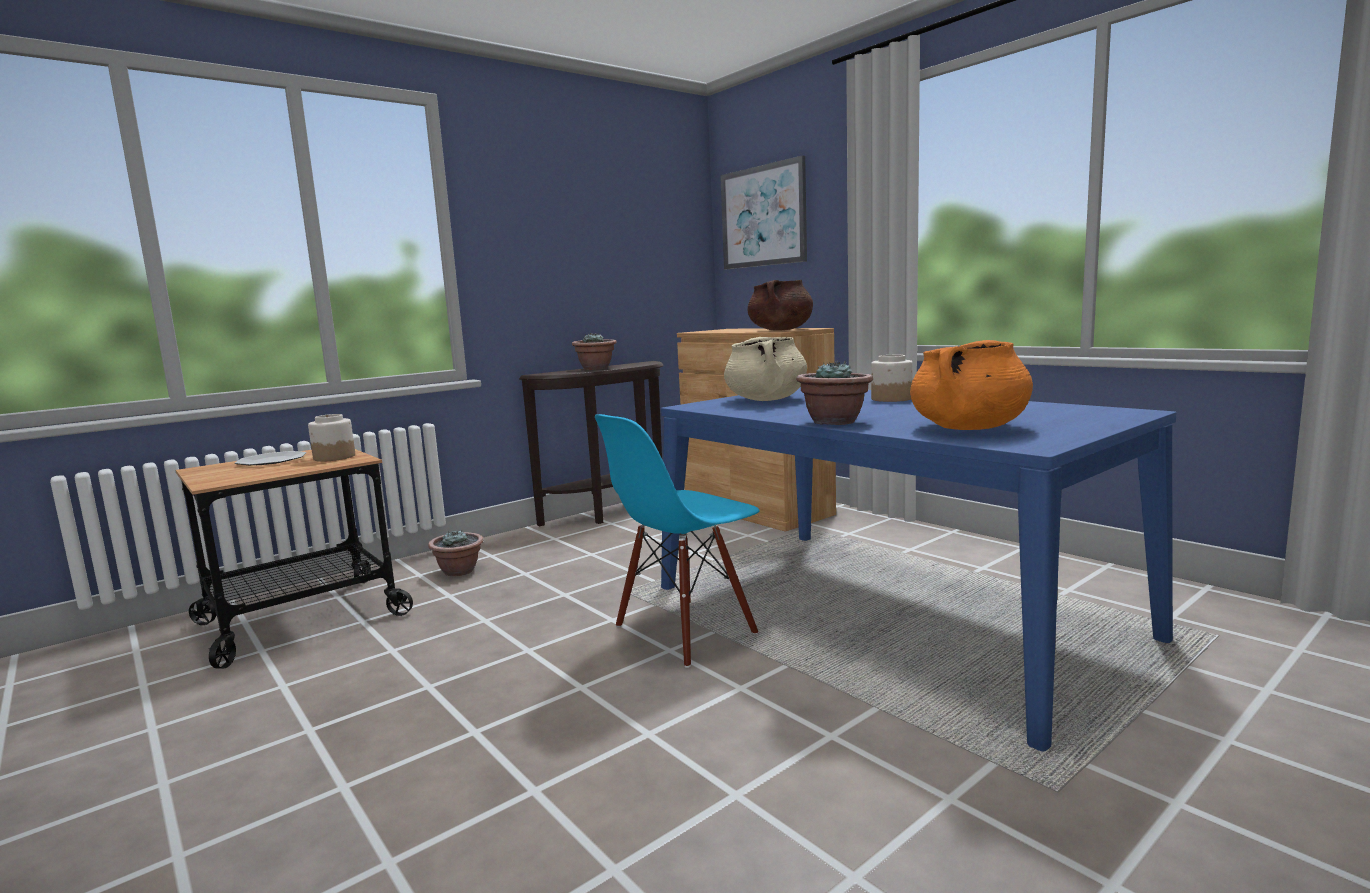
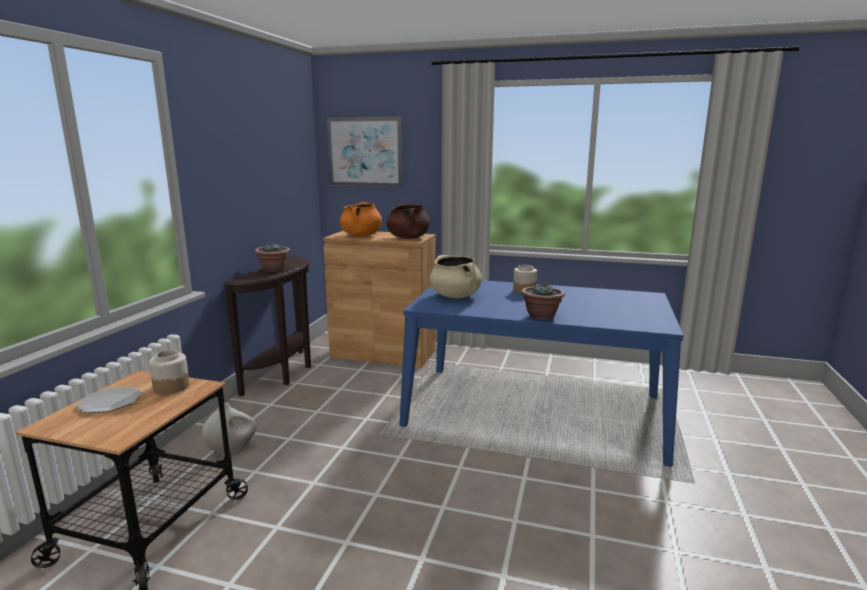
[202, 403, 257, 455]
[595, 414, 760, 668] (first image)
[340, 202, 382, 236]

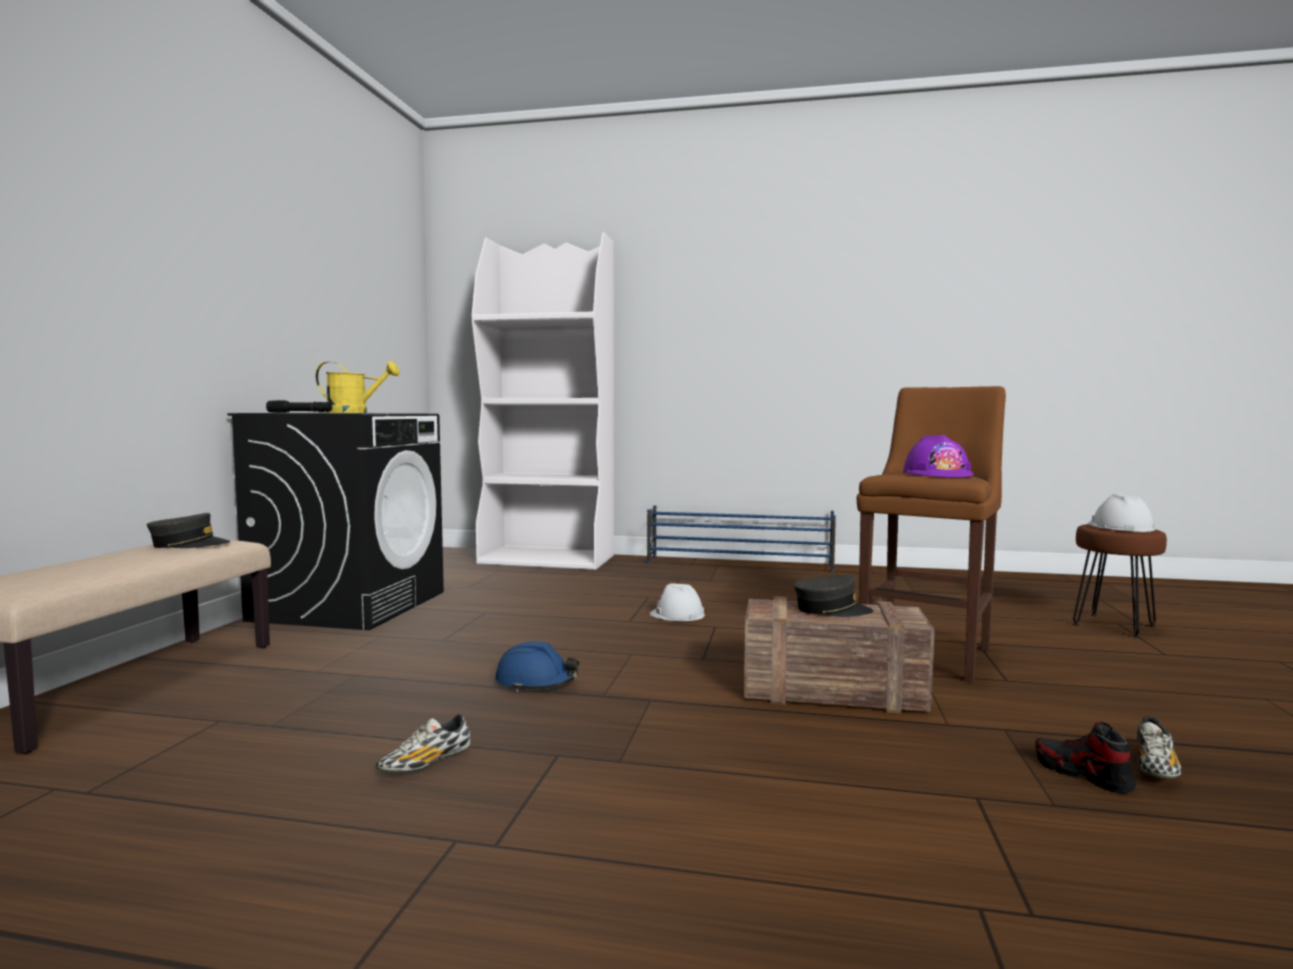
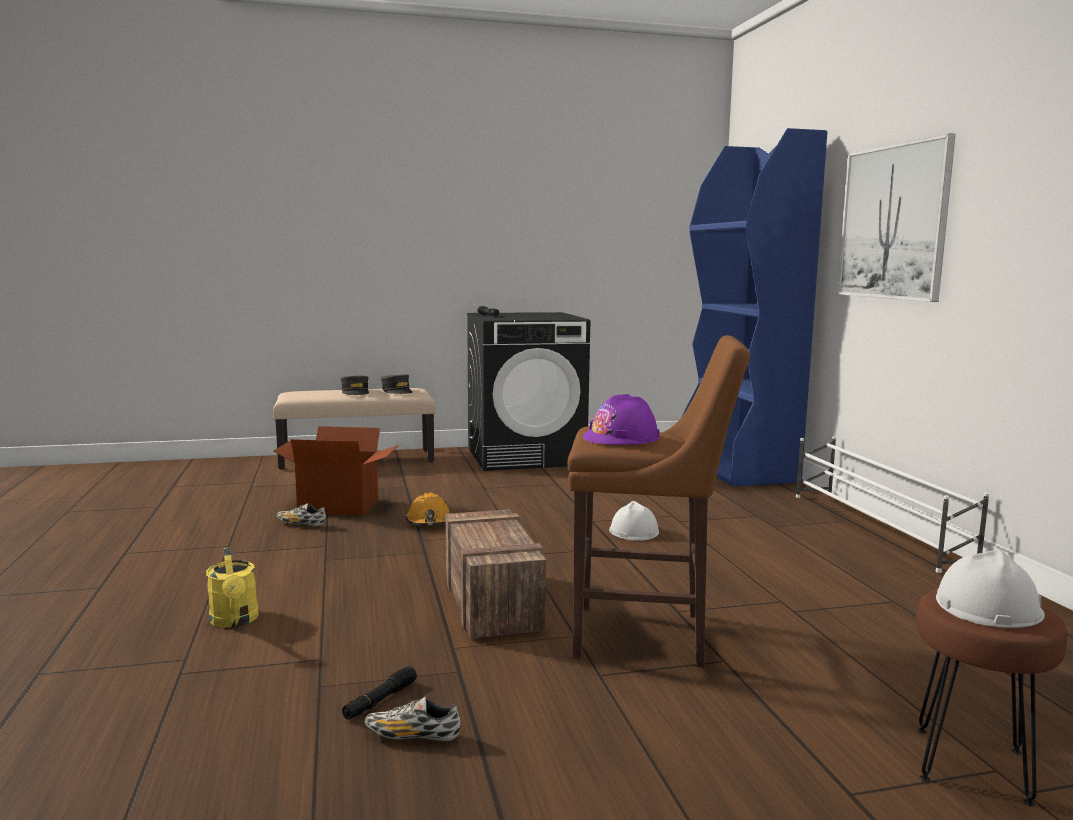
[206, 547, 259, 628]
[682, 128, 827, 487]
[405, 493, 451, 525]
[796, 437, 989, 573]
[341, 376, 369, 395]
[342, 666, 417, 720]
[273, 426, 399, 515]
[837, 133, 956, 302]

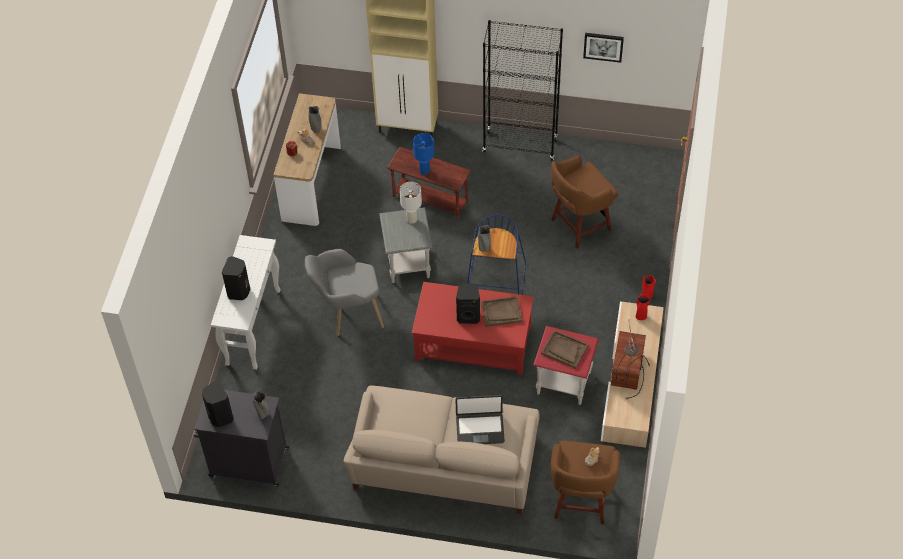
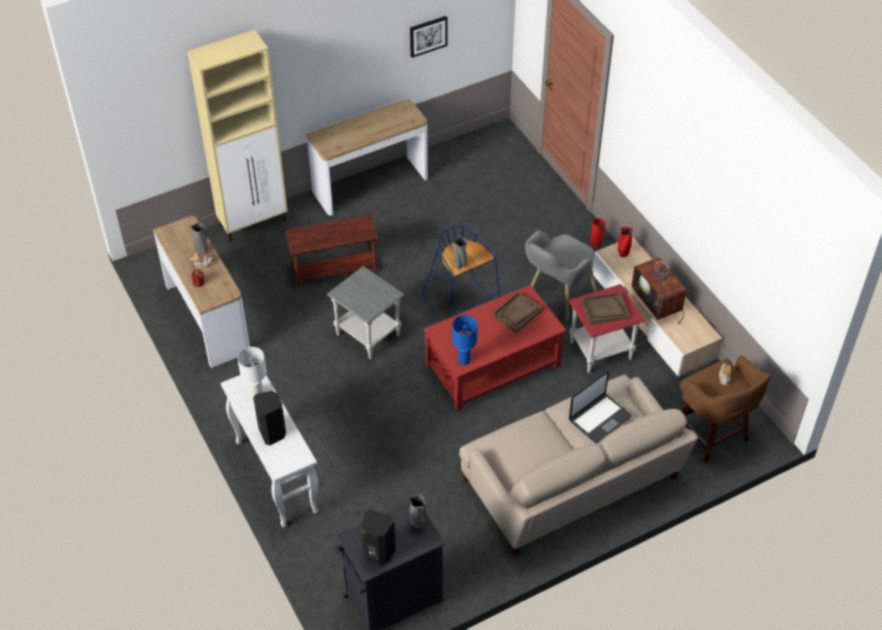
[525, 230, 597, 321]
[237, 347, 267, 397]
[452, 315, 478, 365]
[456, 284, 480, 324] (first image)
[306, 98, 428, 216]
[551, 155, 618, 249] (first image)

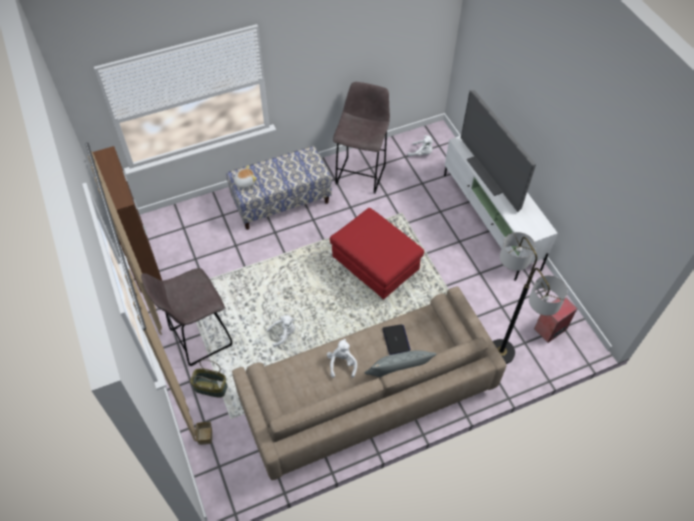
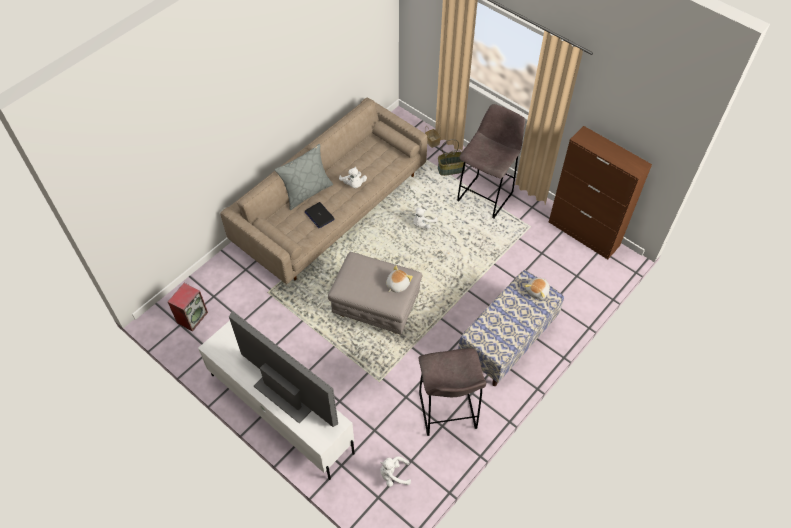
[328, 252, 422, 335]
[493, 232, 567, 364] (first image)
[386, 266, 413, 293]

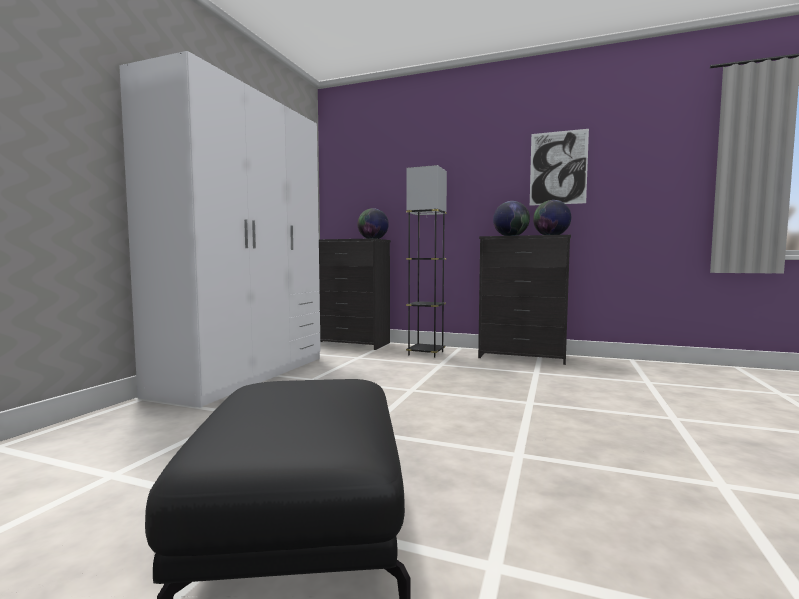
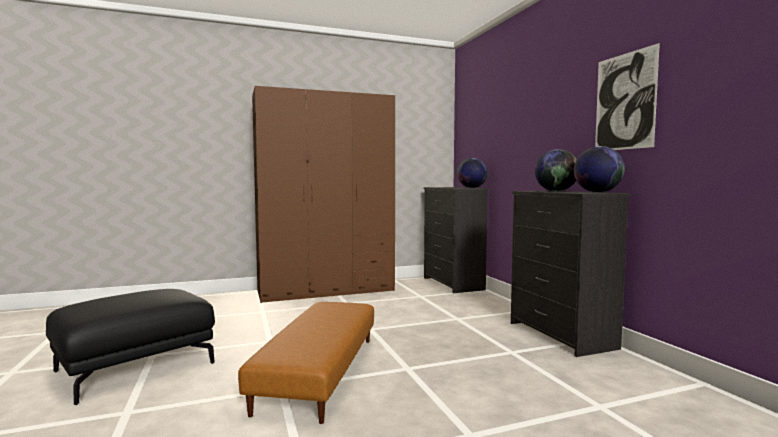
[252, 86, 395, 303]
[406, 165, 447, 358] (first image)
[238, 302, 374, 424]

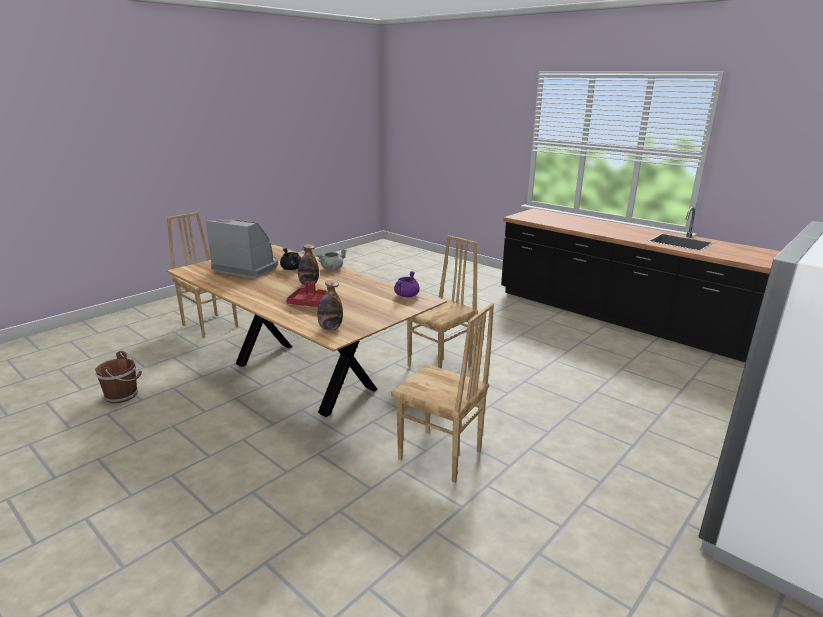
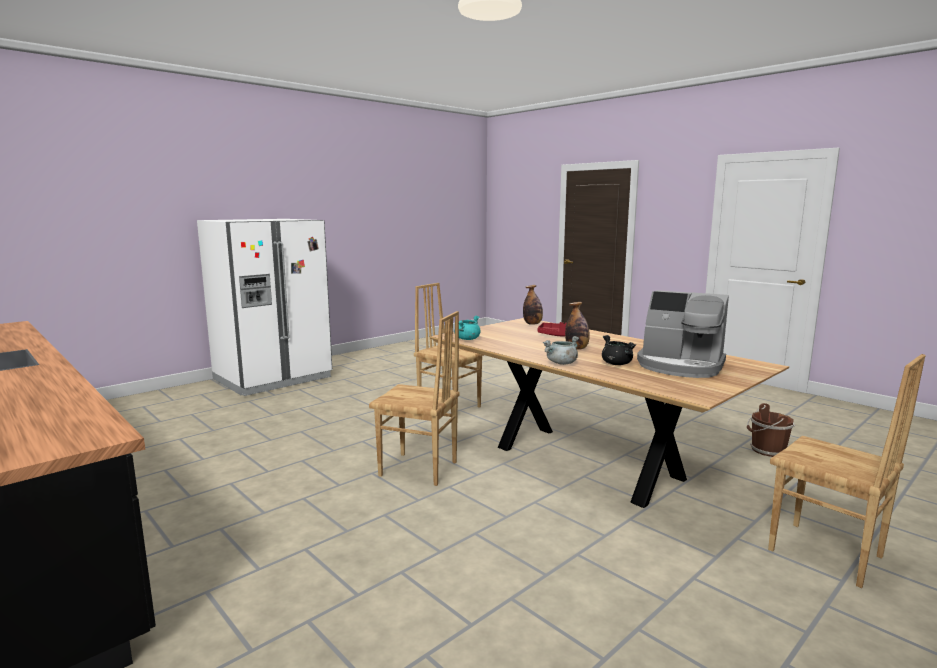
[459, 315, 481, 340]
[369, 311, 460, 486]

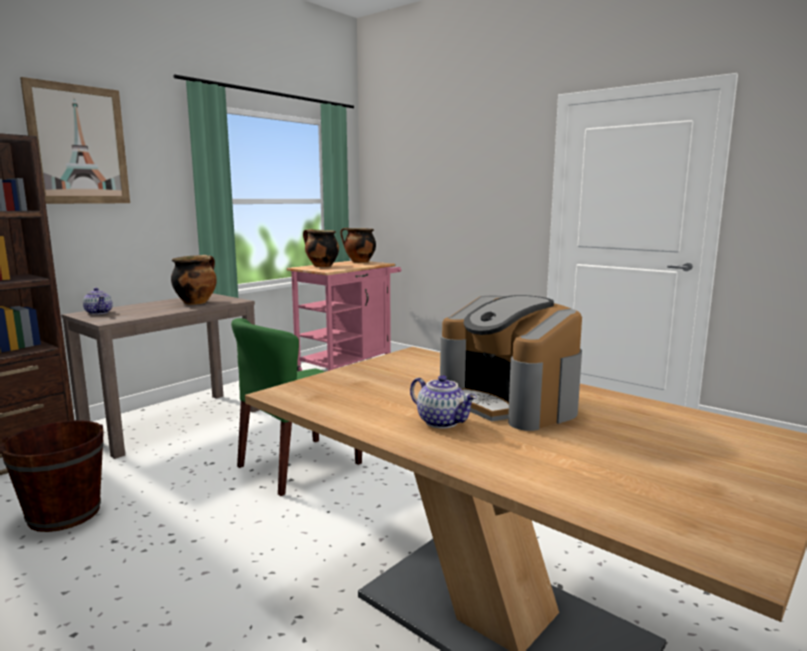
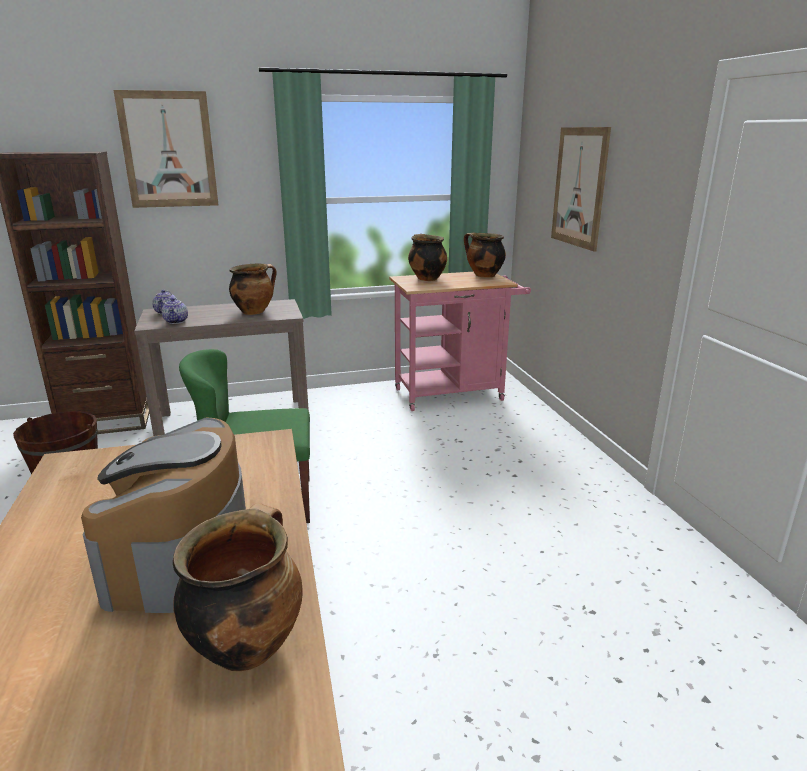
[162, 298, 188, 324]
[173, 503, 303, 671]
[551, 127, 611, 251]

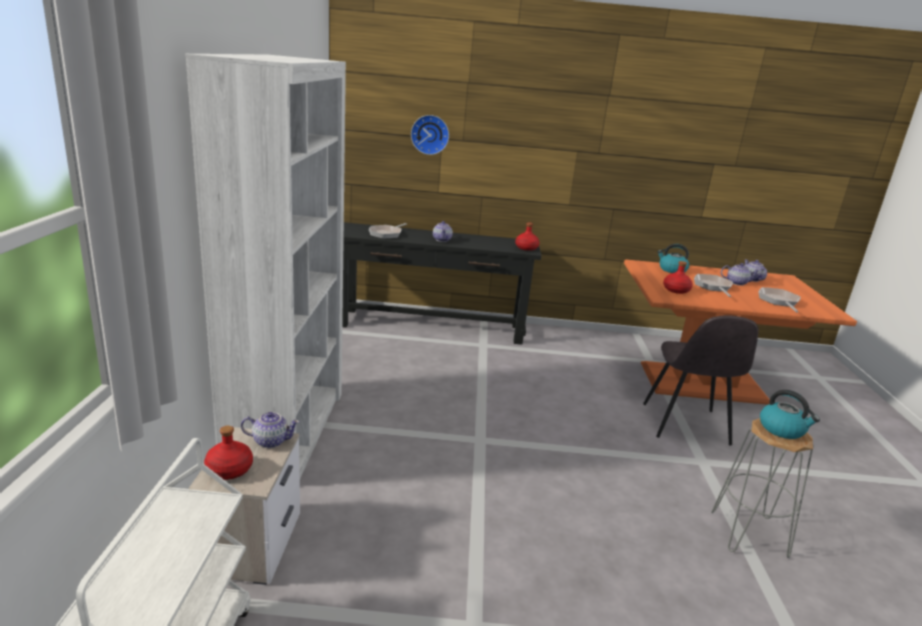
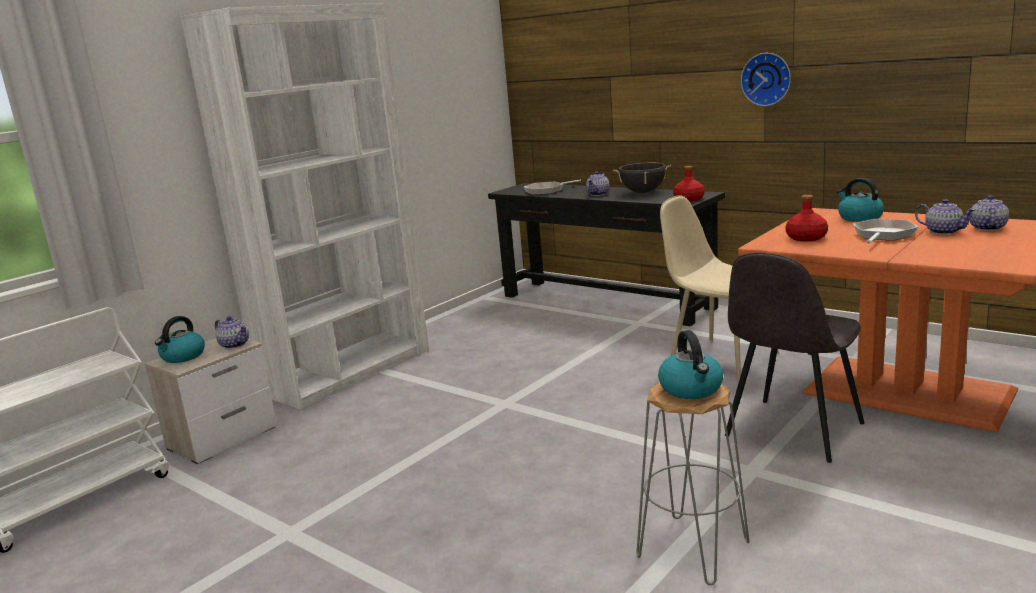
[155, 316, 205, 363]
[741, 53, 791, 106]
[759, 287, 800, 312] (first image)
[613, 163, 671, 193]
[660, 195, 779, 382]

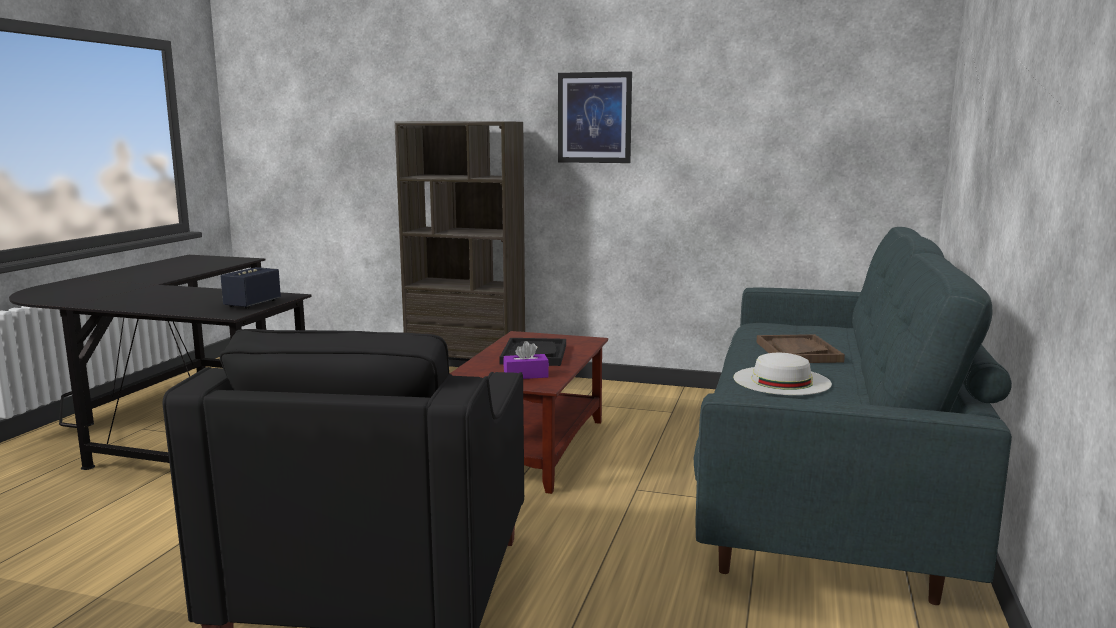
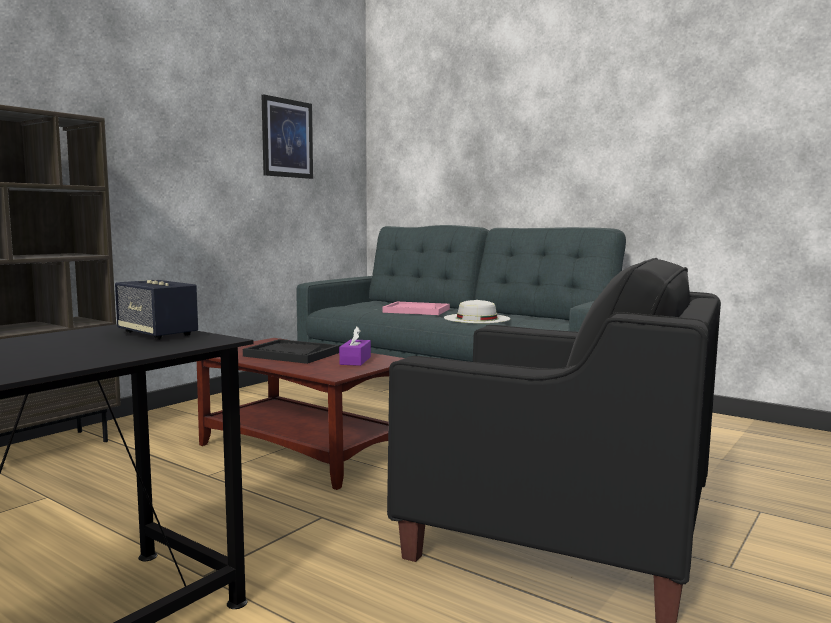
[261, 94, 313, 179]
[383, 302, 450, 315]

